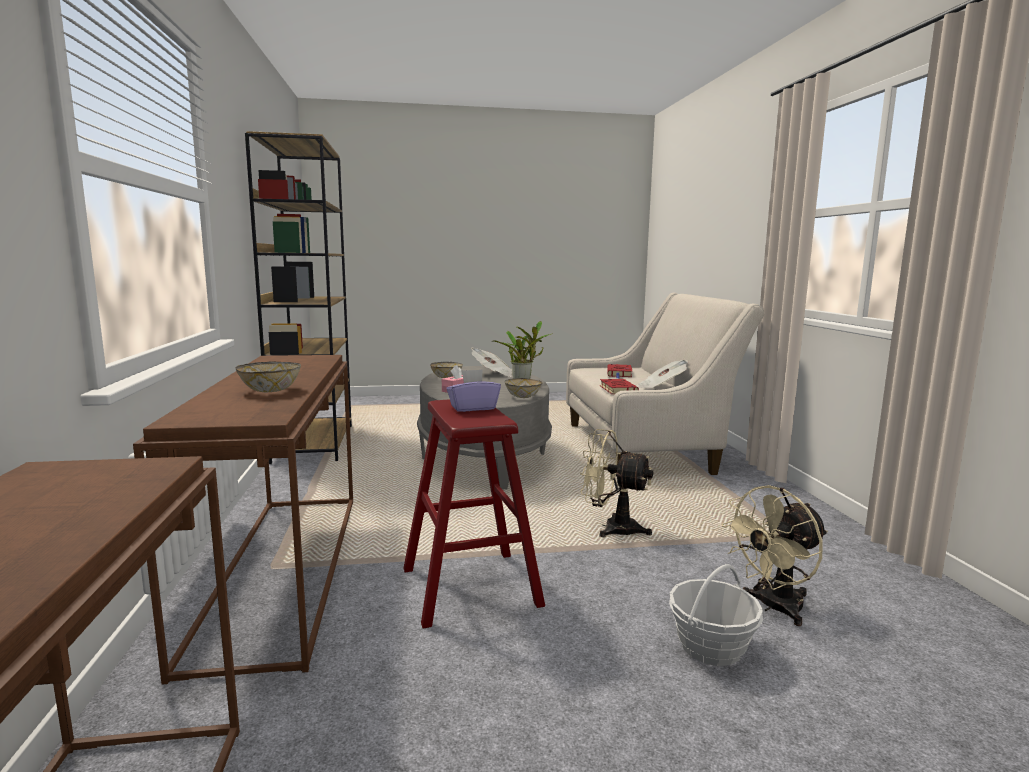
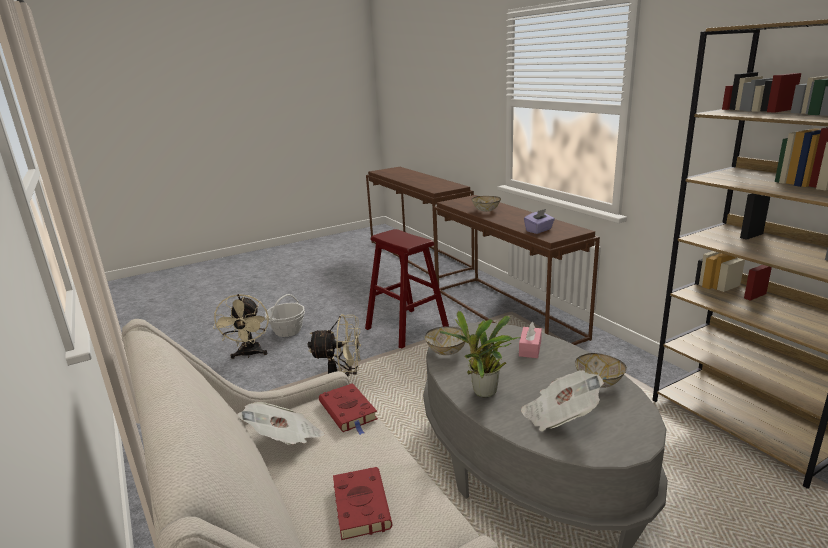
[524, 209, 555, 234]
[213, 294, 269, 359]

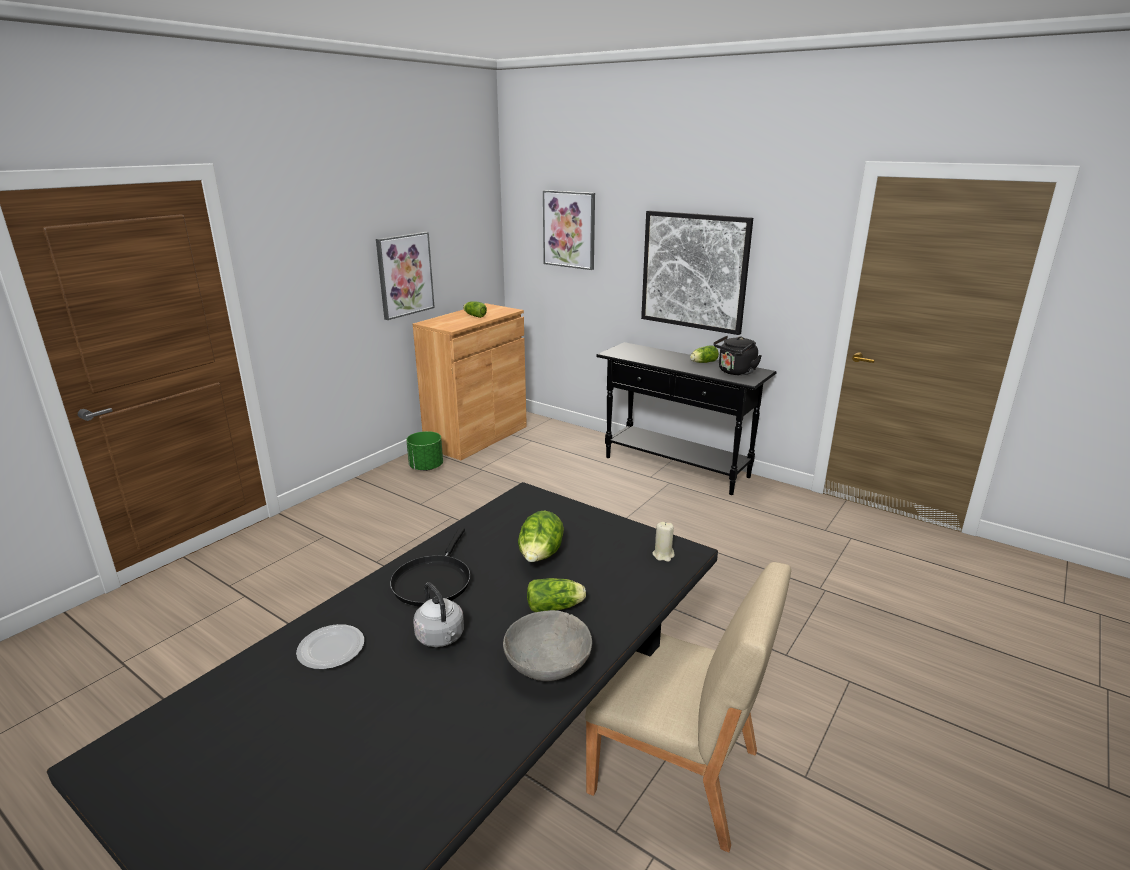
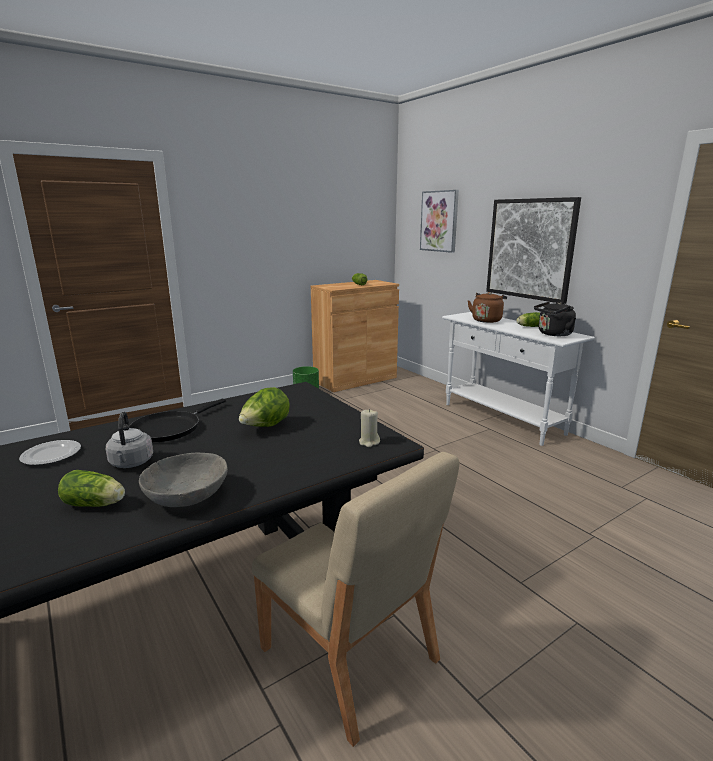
[376, 232, 435, 320] (first image)
[58, 470, 125, 507]
[442, 312, 595, 446]
[468, 292, 507, 323]

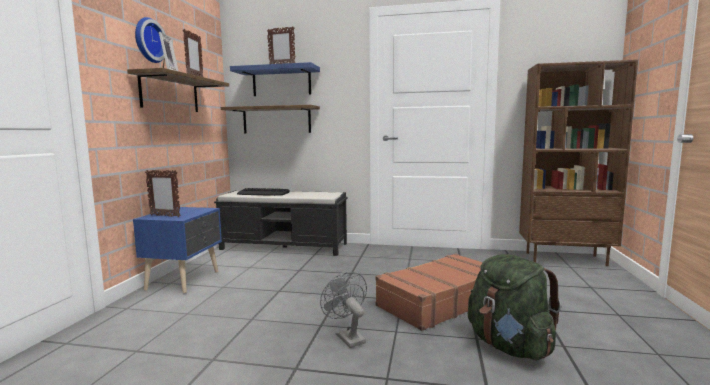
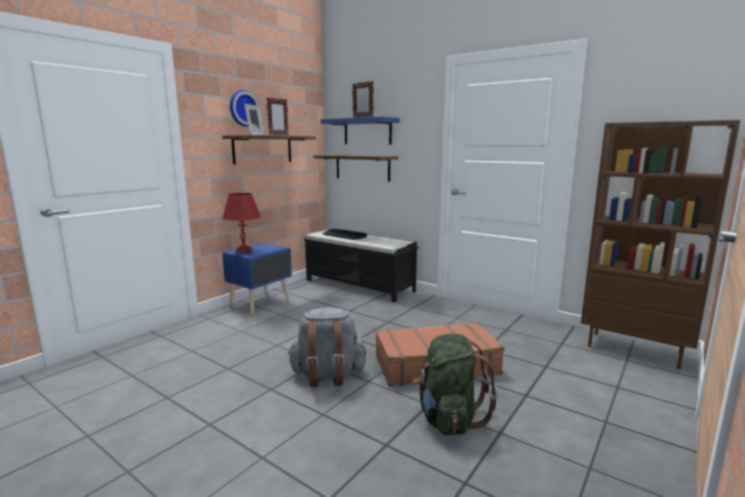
[222, 193, 261, 254]
[287, 307, 366, 387]

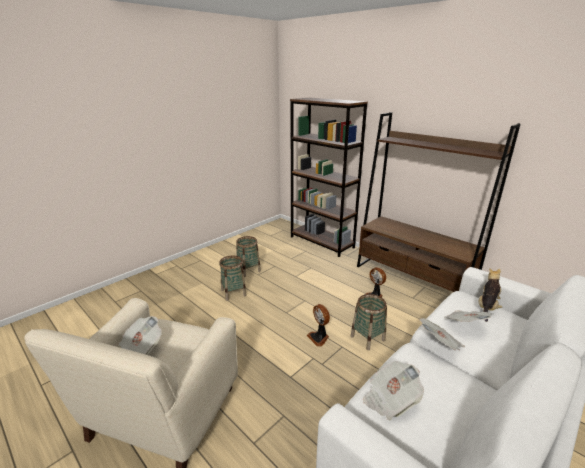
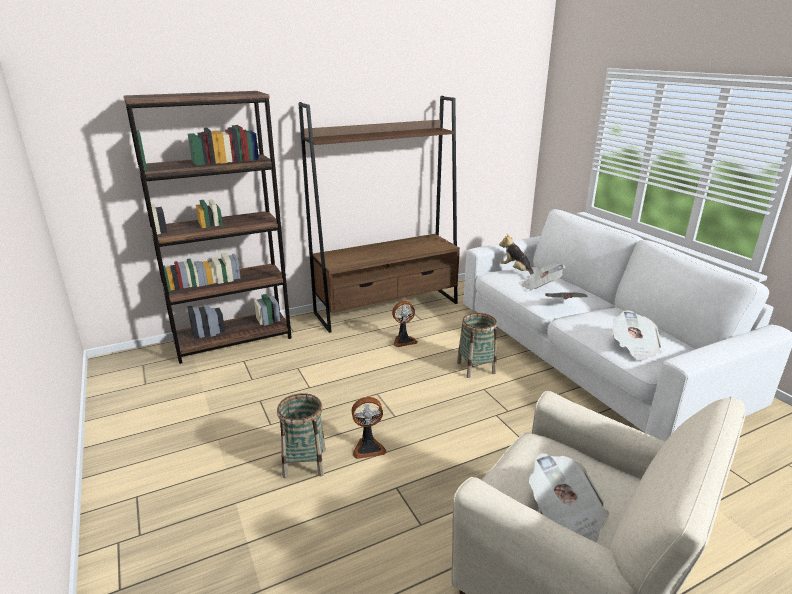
[236, 236, 261, 277] (first image)
[351, 397, 386, 459]

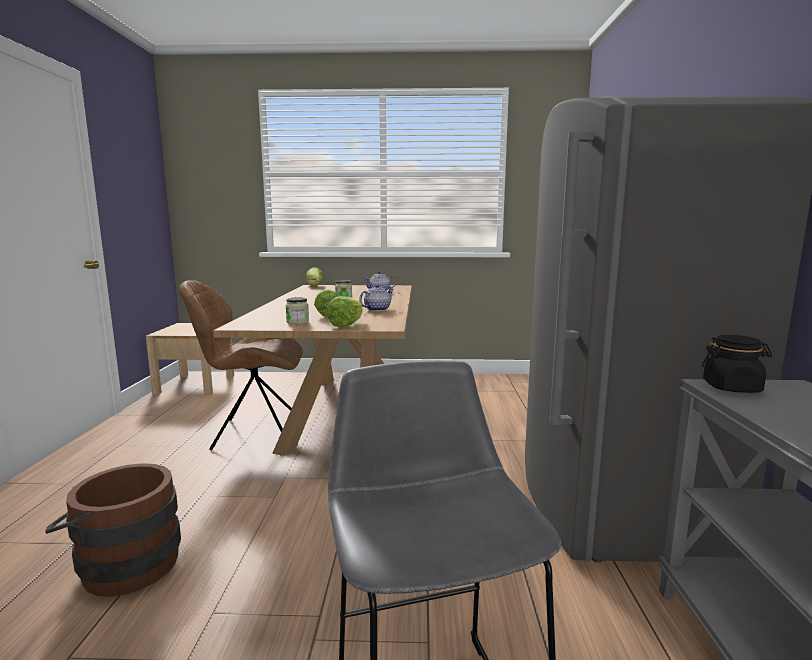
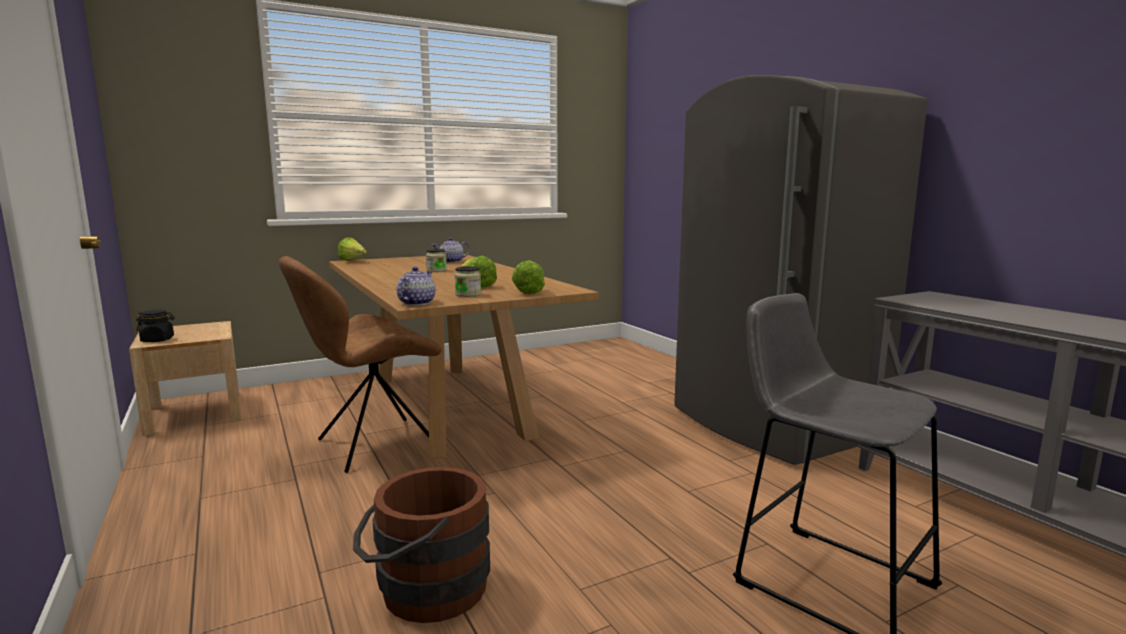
[396, 267, 436, 306]
[136, 309, 175, 342]

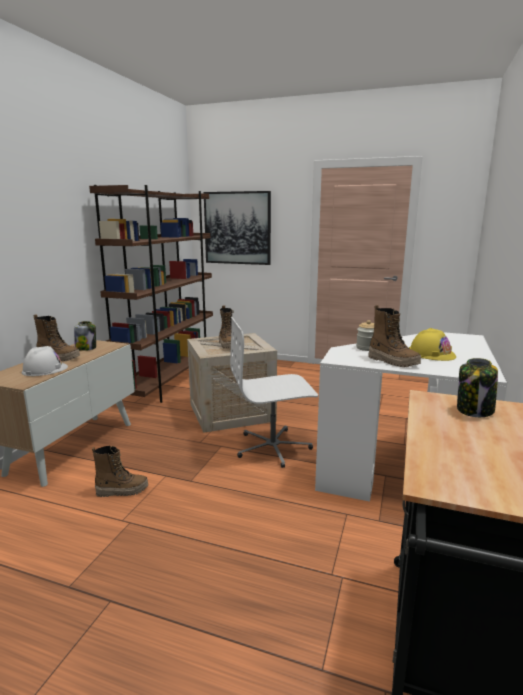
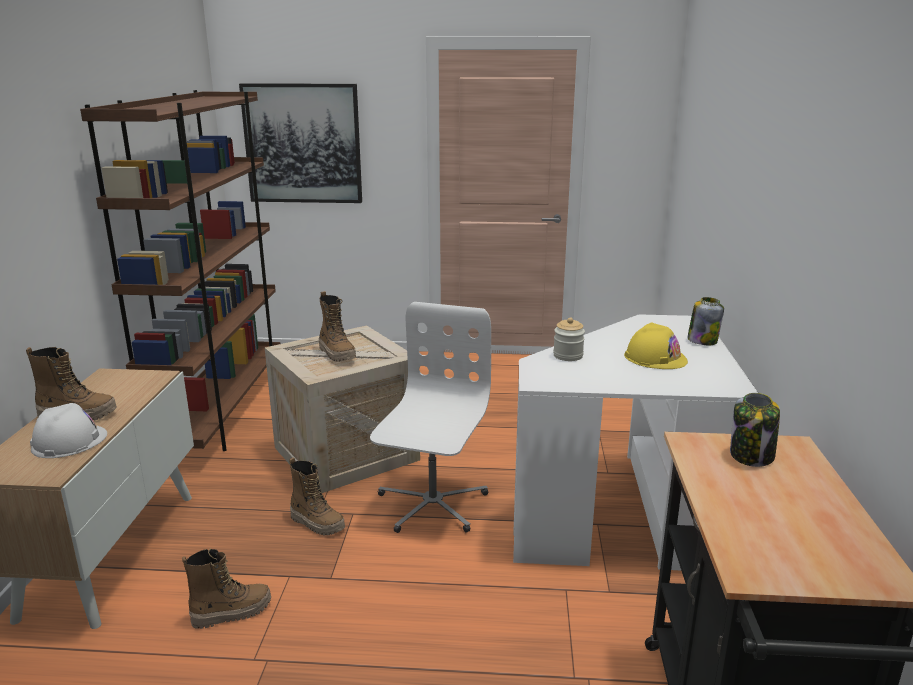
[687, 297, 724, 345]
[370, 302, 491, 533]
[289, 457, 345, 536]

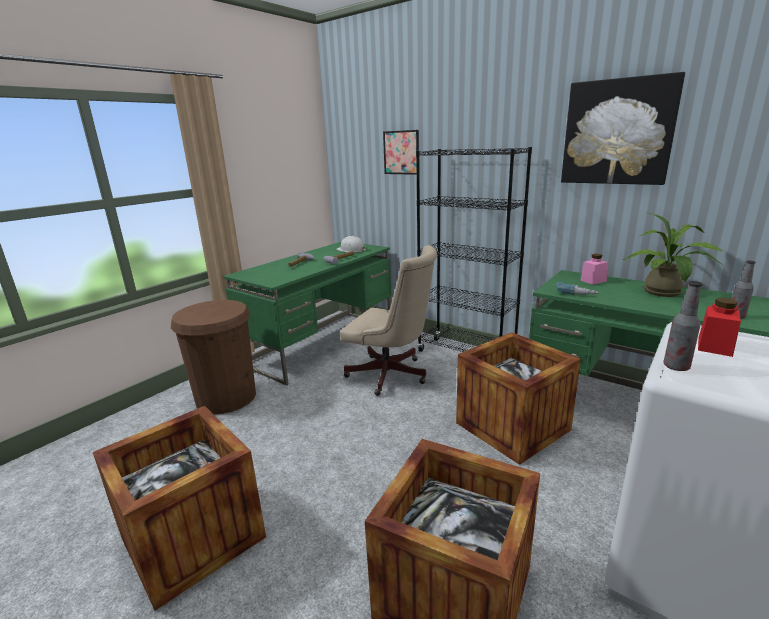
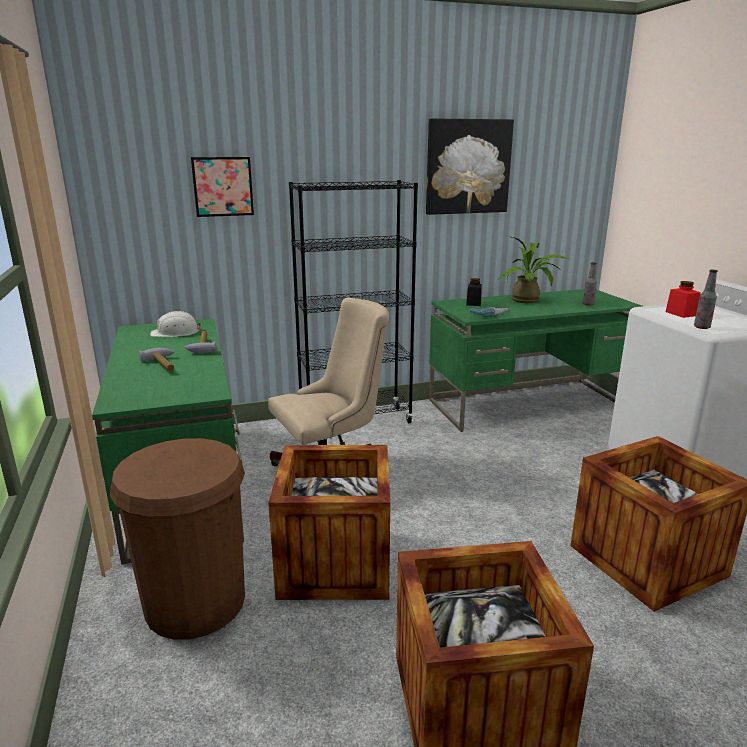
[268, 445, 390, 600]
[466, 278, 482, 306]

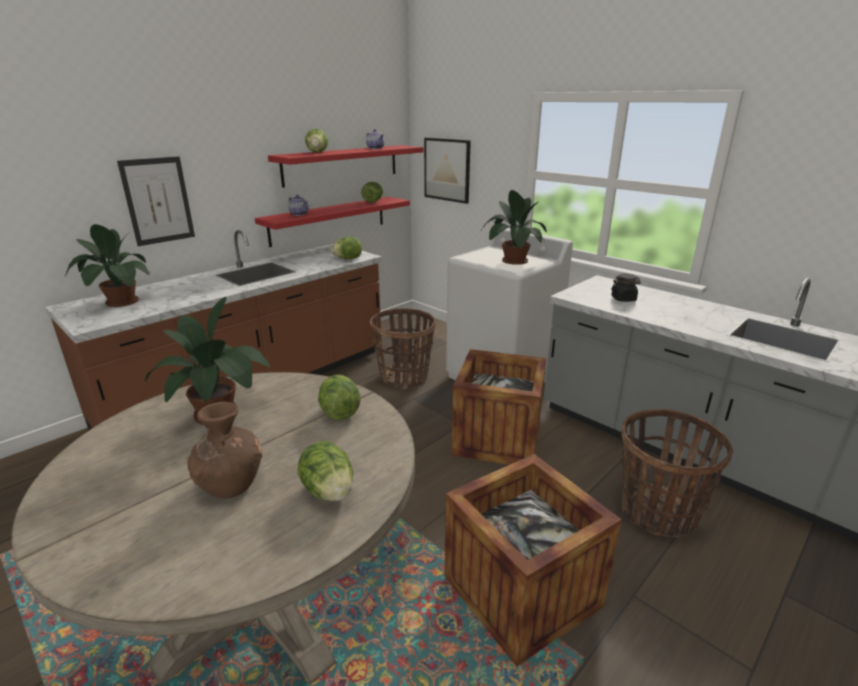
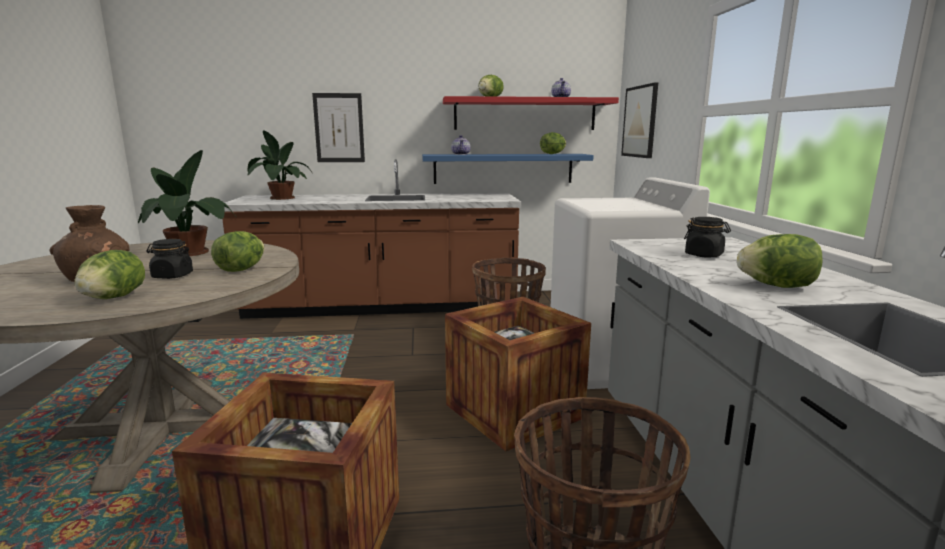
[422, 154, 594, 184]
[737, 234, 823, 288]
[482, 190, 547, 265] (first image)
[146, 239, 193, 279]

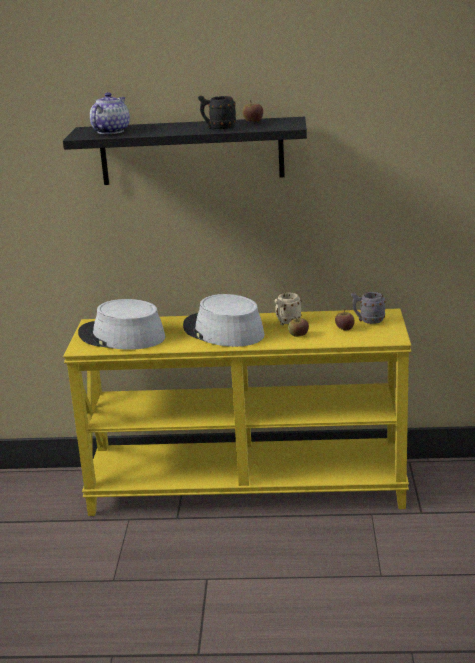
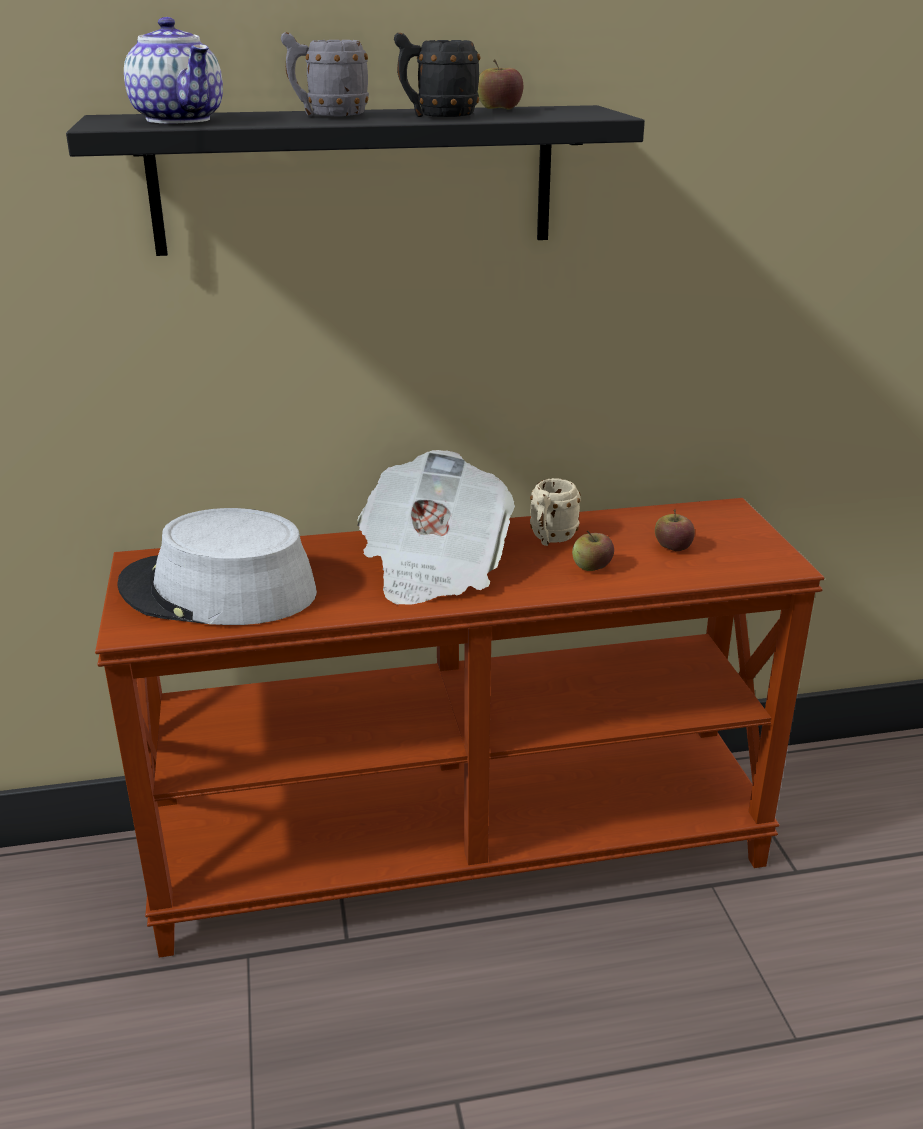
[95, 498, 825, 958]
[124, 17, 223, 123]
[357, 450, 515, 605]
[281, 32, 369, 116]

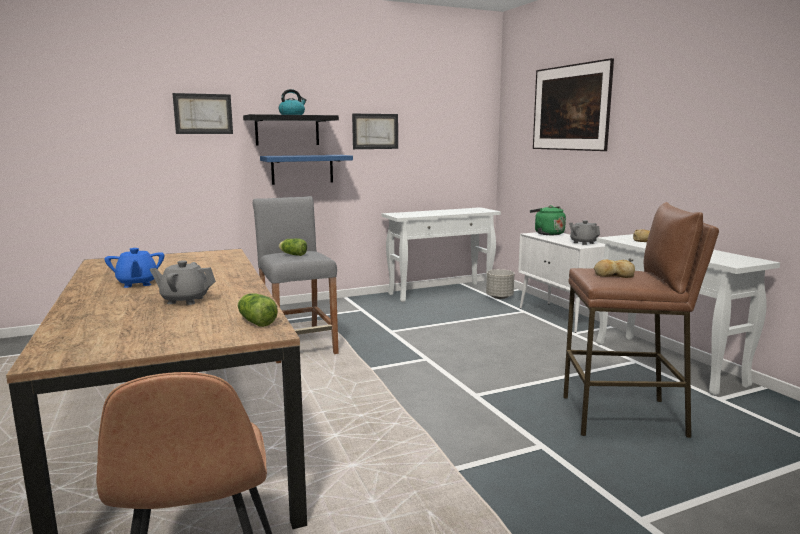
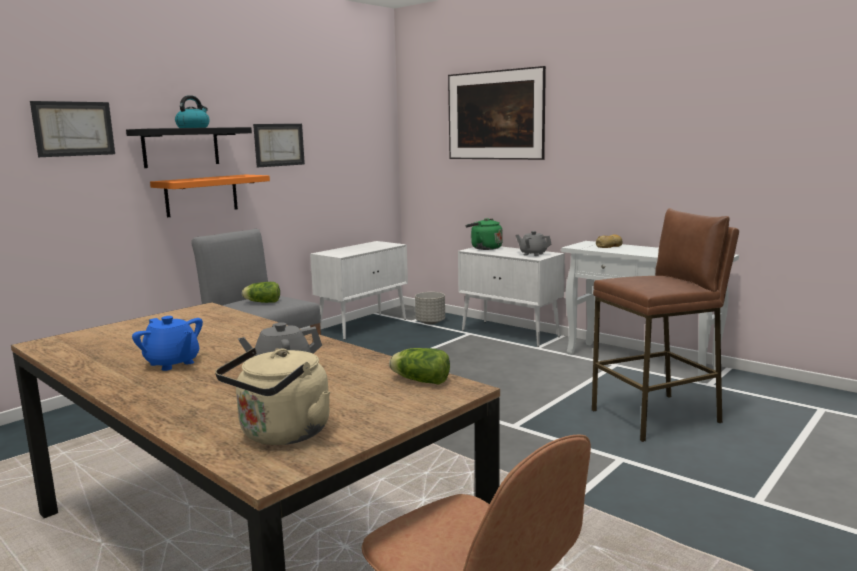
[150, 175, 270, 217]
[310, 241, 408, 340]
[594, 260, 635, 278] (first image)
[215, 348, 330, 445]

